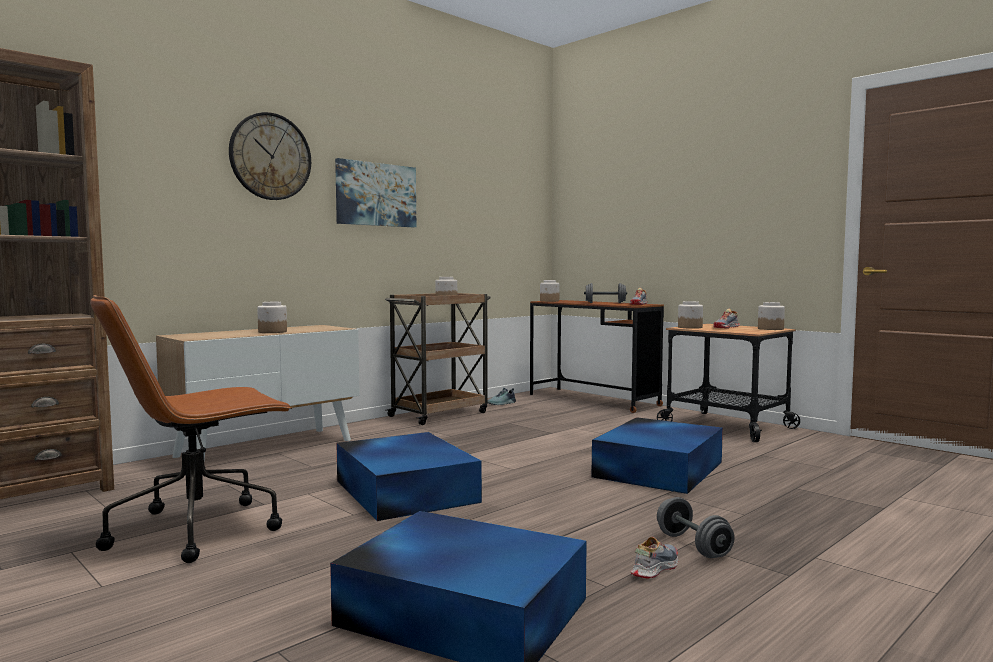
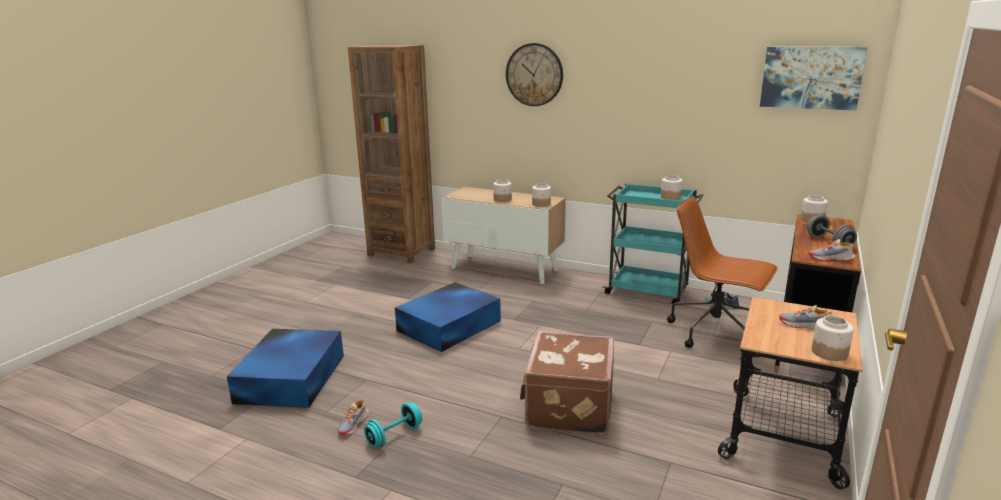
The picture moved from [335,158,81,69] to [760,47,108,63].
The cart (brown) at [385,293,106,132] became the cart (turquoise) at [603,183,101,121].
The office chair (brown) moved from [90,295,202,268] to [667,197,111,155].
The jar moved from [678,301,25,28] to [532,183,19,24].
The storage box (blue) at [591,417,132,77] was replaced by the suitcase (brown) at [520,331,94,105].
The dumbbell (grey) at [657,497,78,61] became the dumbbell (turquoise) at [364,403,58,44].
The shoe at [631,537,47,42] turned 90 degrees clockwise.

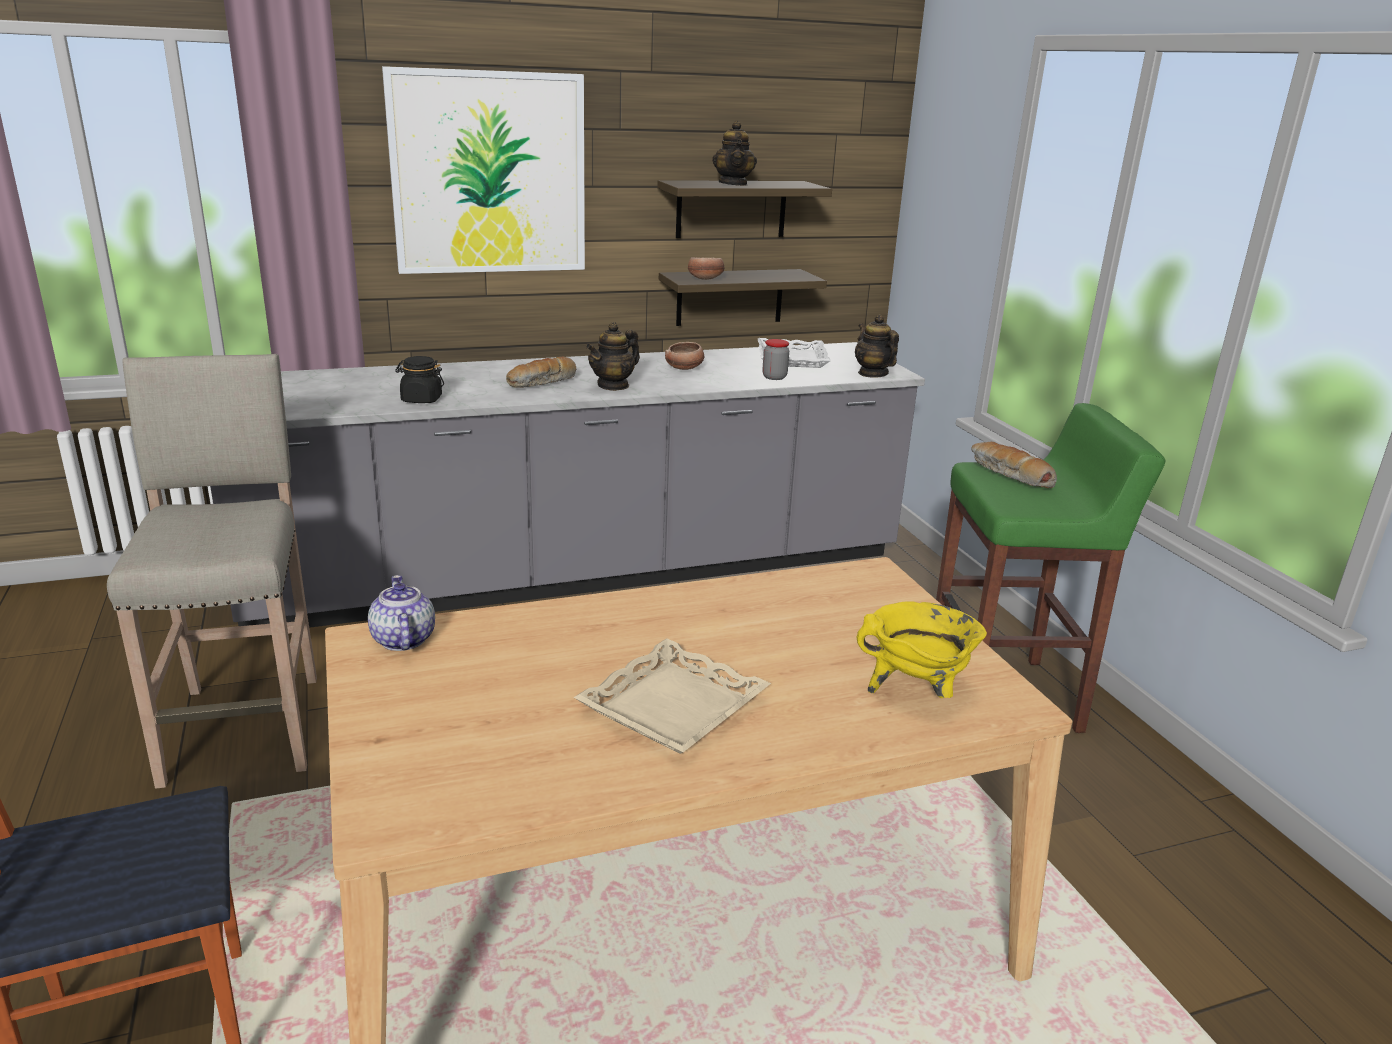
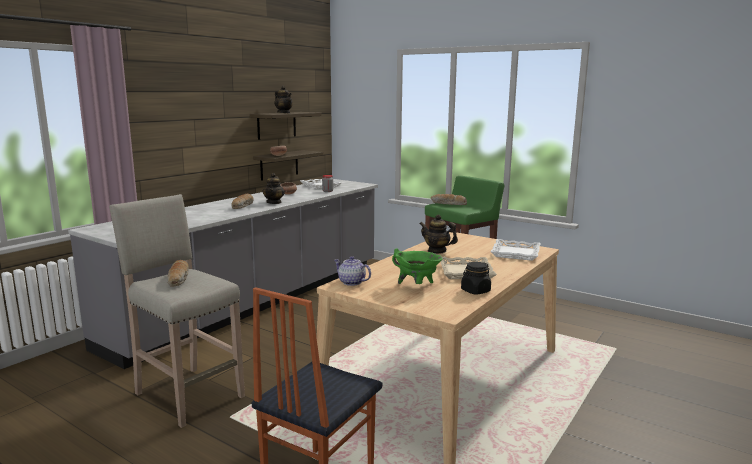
The picture at [382,66,203,208] disappeared.
The teapot moved from [855,314,44,64] to [419,214,39,40].
The jar (black) moved from [395,356,49,47] to [461,262,30,33].
The cooking pot (yellow) at [857,601,130,97] was replaced by the tray (white) at [490,239,51,22].
The cooking pot (green) at [392,248,51,36] appeared.
The bread at [167,260,22,27] appeared.

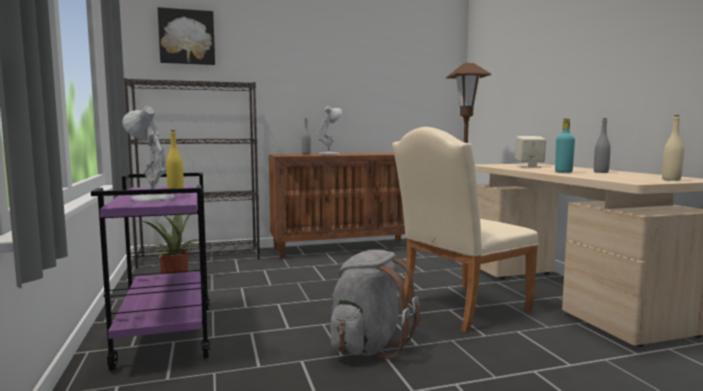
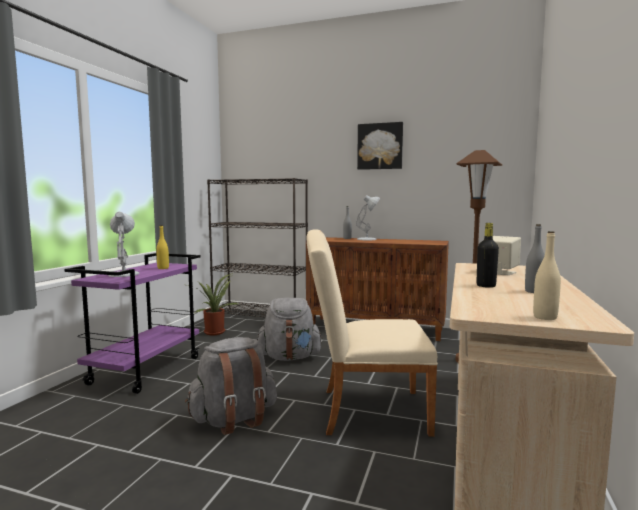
The picture moved from [158,7,57,58] to [357,122,46,48].
The bottle (turquoise) at [555,118,20,55] became the bottle (black) at [476,223,23,65].
The backpack (grey) at [257,298,66,63] appeared.

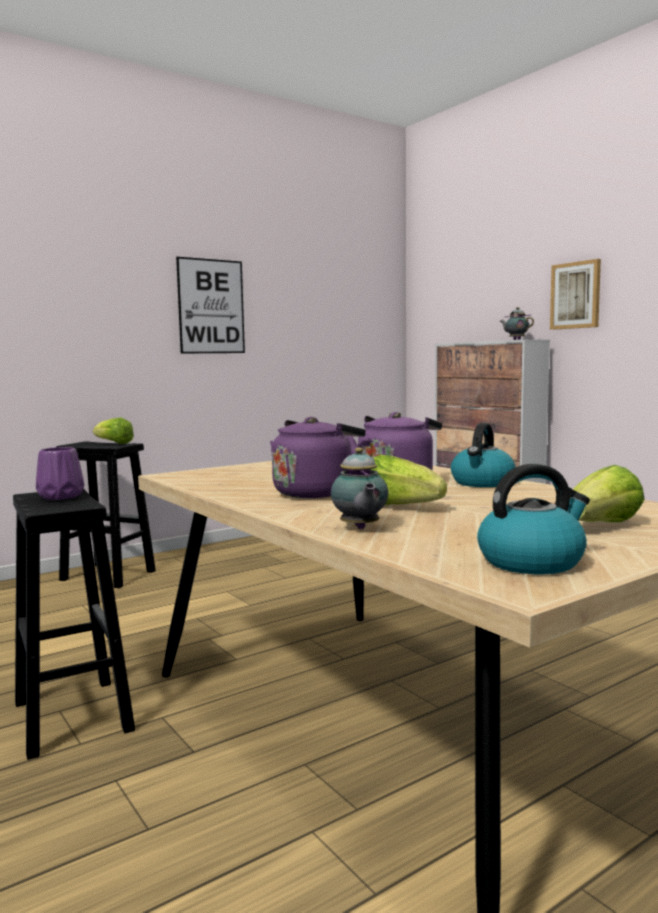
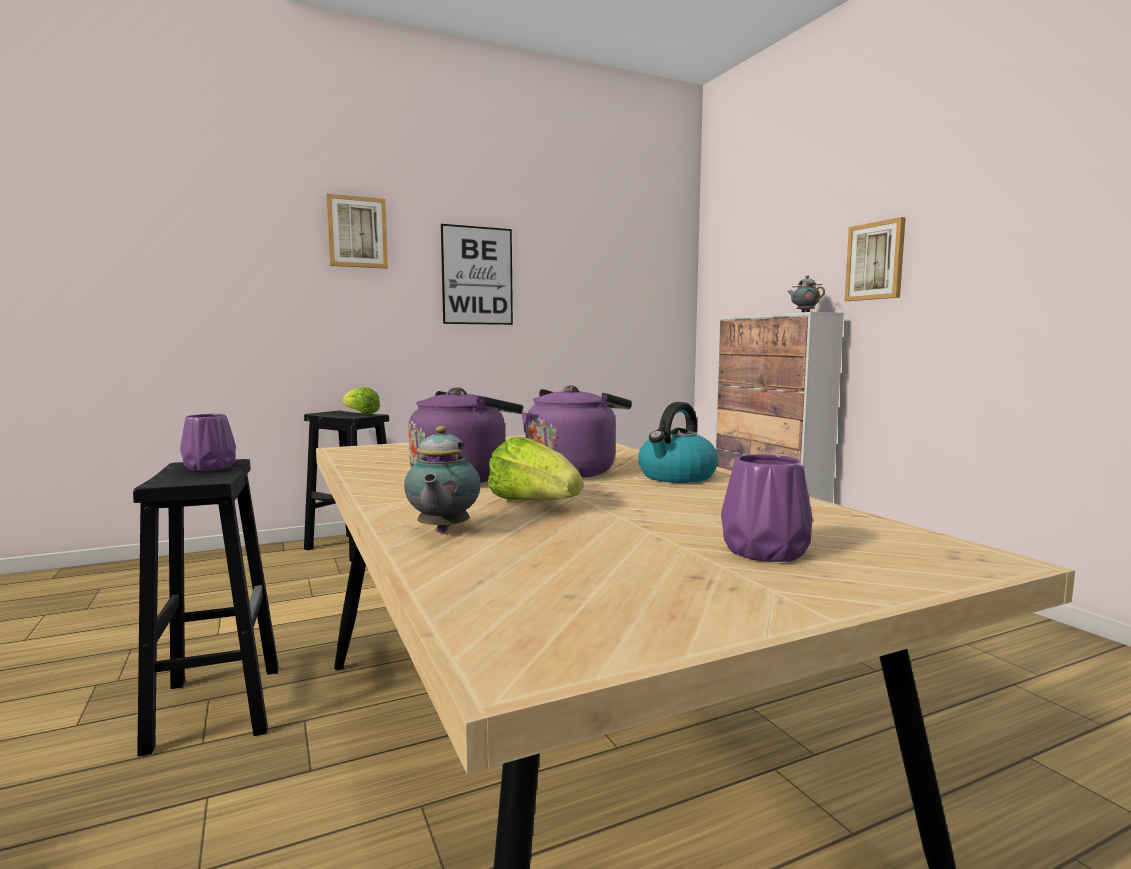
The kettle at [477,464,113,110] disappeared.
The lettuce at [573,465,72,57] was replaced by the vase (purple) at [721,454,91,108].
The picture at [326,194,62,74] appeared.

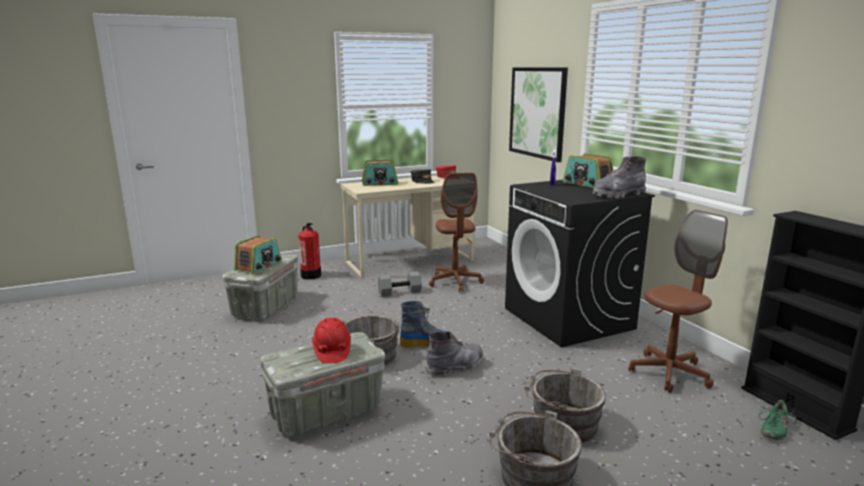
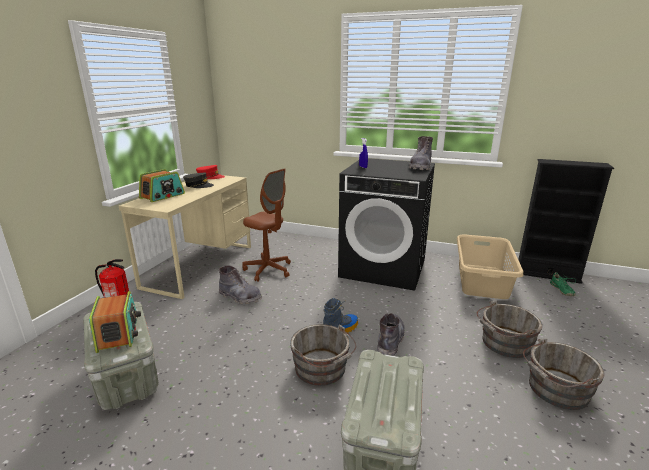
The picture at [509,67,59,95] disappeared.
The radio at [563,153,50,35] disappeared.
The office chair (brown) at [629,210,99,183] was replaced by the laundry basket (beige) at [457,234,66,65].
The dumbbell (grey) at [378,271,44,25] was replaced by the boot (grey) at [219,266,43,38].
The hard hat (red) at [312,318,39,46] disappeared.

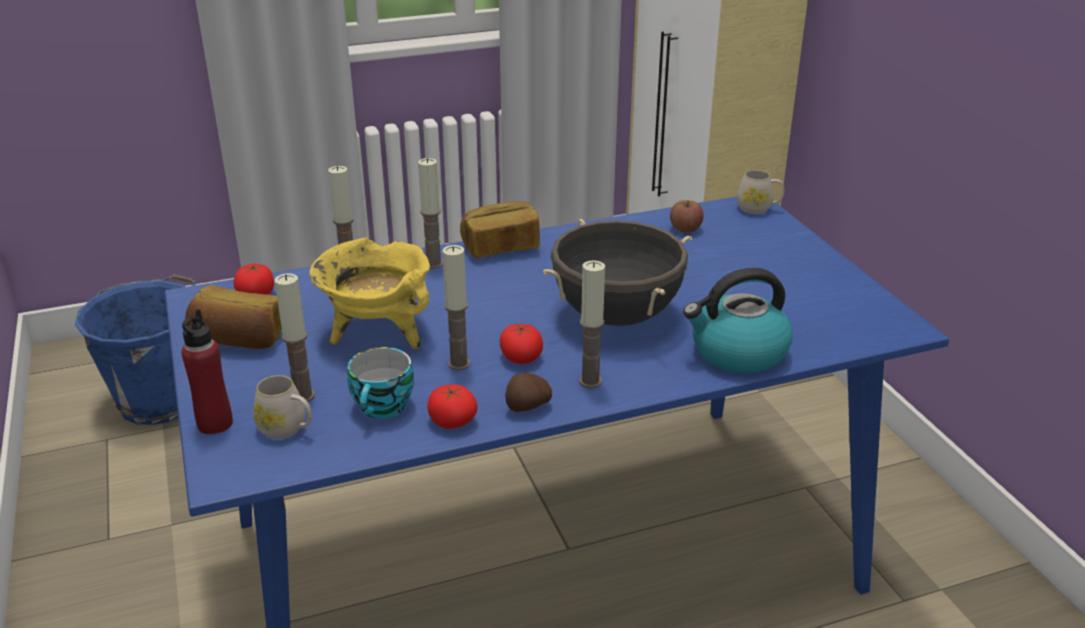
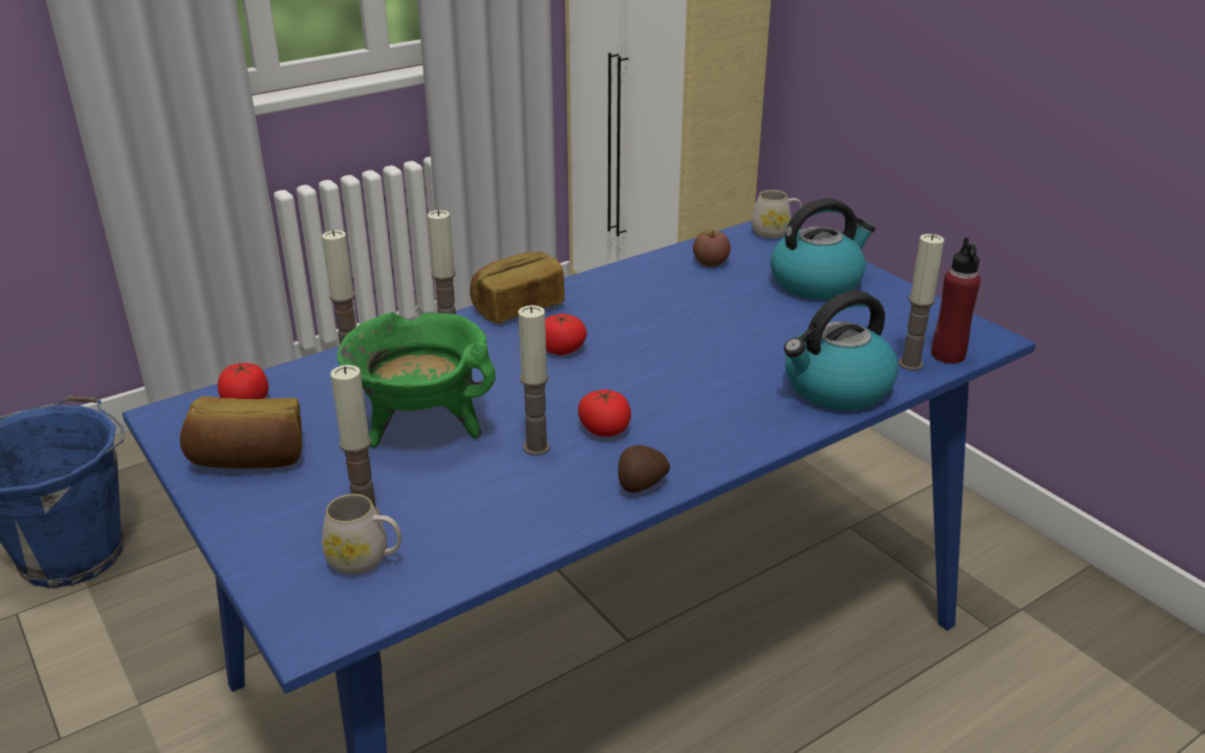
The cooking pot (black) at [542,219,150,107] disappeared.
The cooking pot (yellow) at [310,238,120,111] became the cooking pot (green) at [337,312,159,135].
The candle moved from [579,260,26,128] to [899,234,45,137].
The bottle (red) moved from [181,309,52,125] to [931,237,50,127].
The cup at [347,347,67,72] disappeared.
The tomato moved from [427,384,51,45] to [545,314,42,41].
The kettle at [770,198,106,102] appeared.

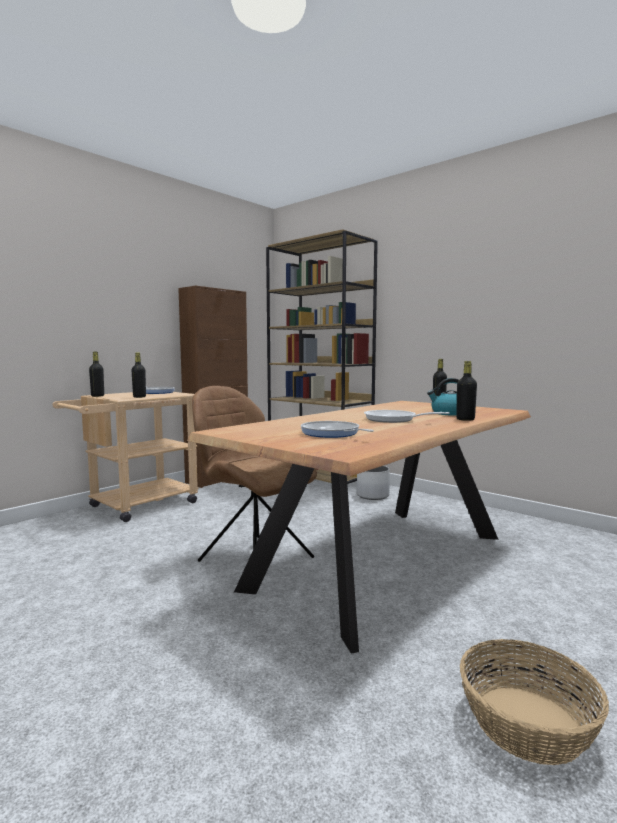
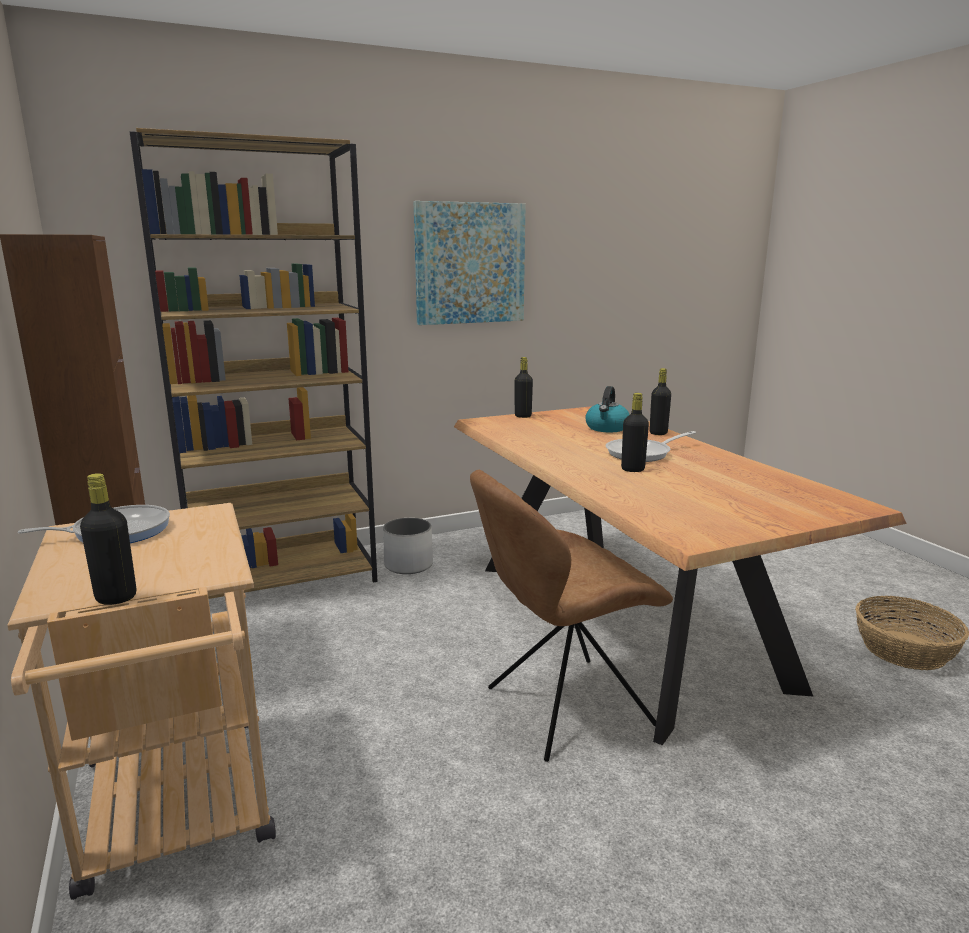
The bottle (black) moved from [131,352,15,46] to [621,393,28,79].
The frying pan at [301,421,73,17] disappeared.
The picture at [413,201,113,124] appeared.

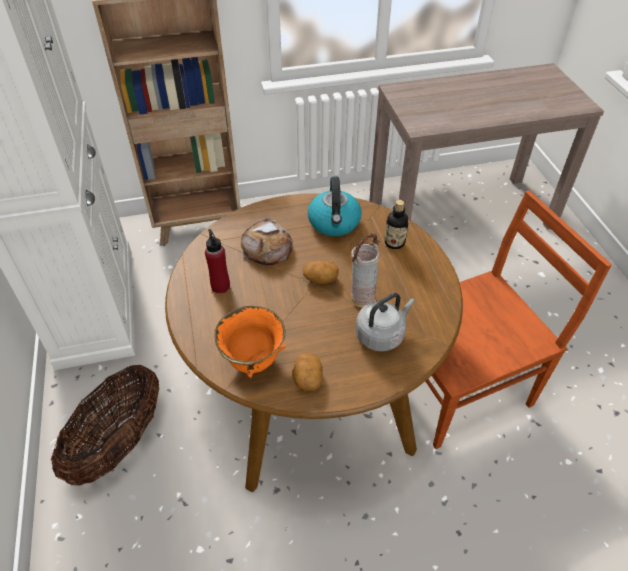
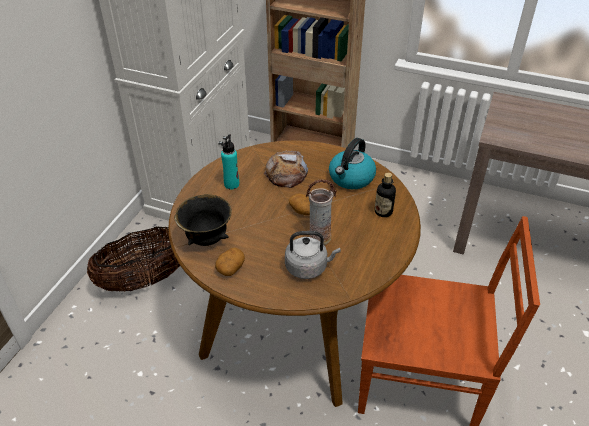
The bottle (red) at [205,229,25,64] became the bottle (turquoise) at [221,134,18,55].
The bowl (orange) at [214,306,72,73] became the bowl (black) at [174,194,58,52].

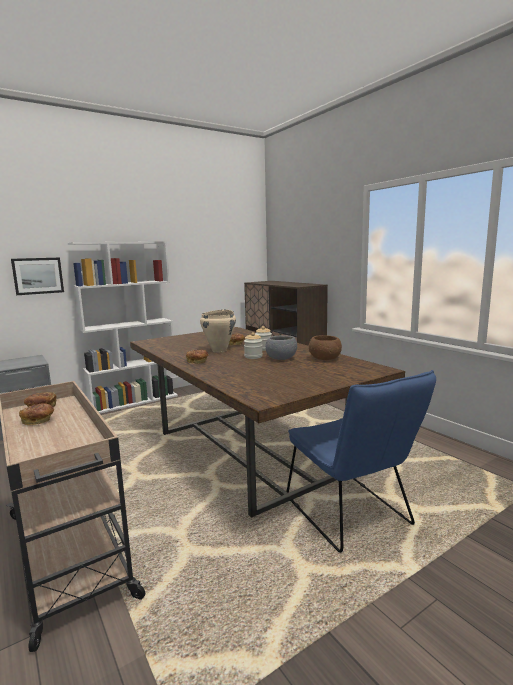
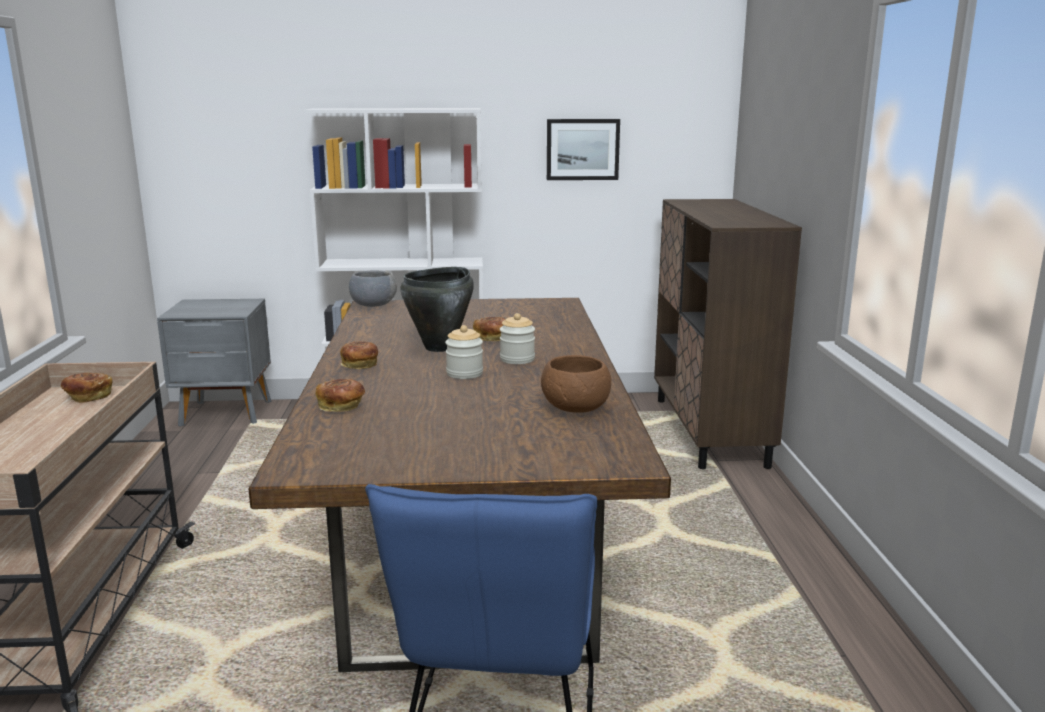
The picture moved from [11,258,53,37] to [547,119,73,61].
The cooking pot (beige) at [200,309,36,43] became the cooking pot (black) at [400,267,74,85].
The bowl (grey) moved from [265,335,32,25] to [349,270,48,37].
The bread moved from [19,403,35,22] to [315,379,50,33].

